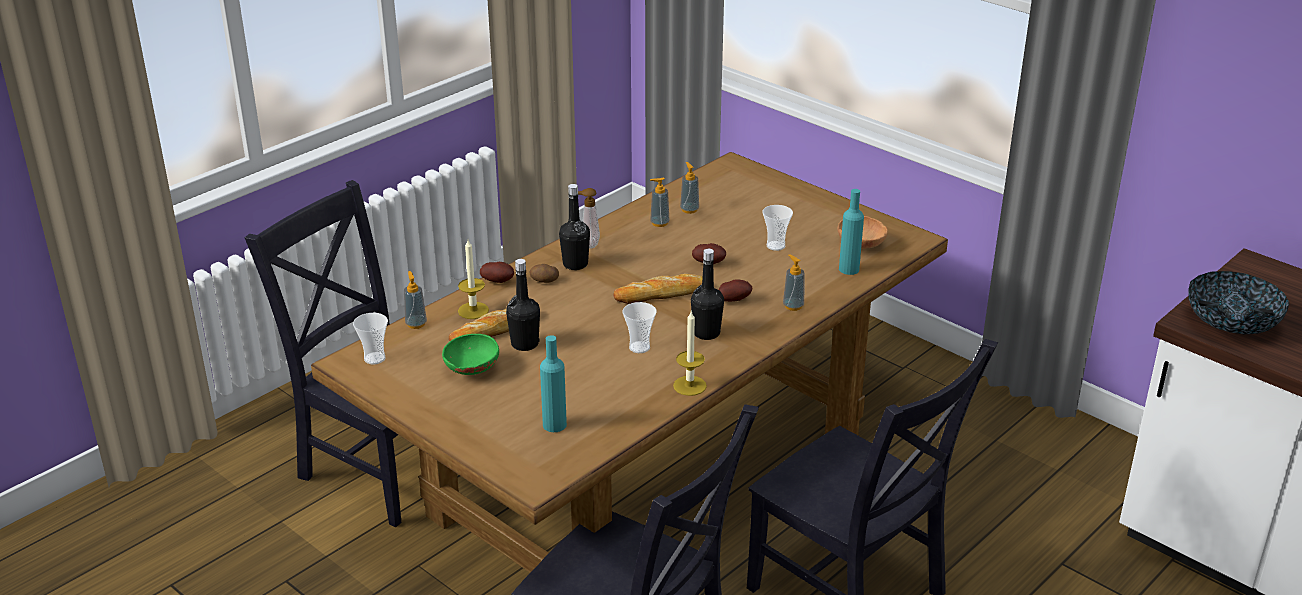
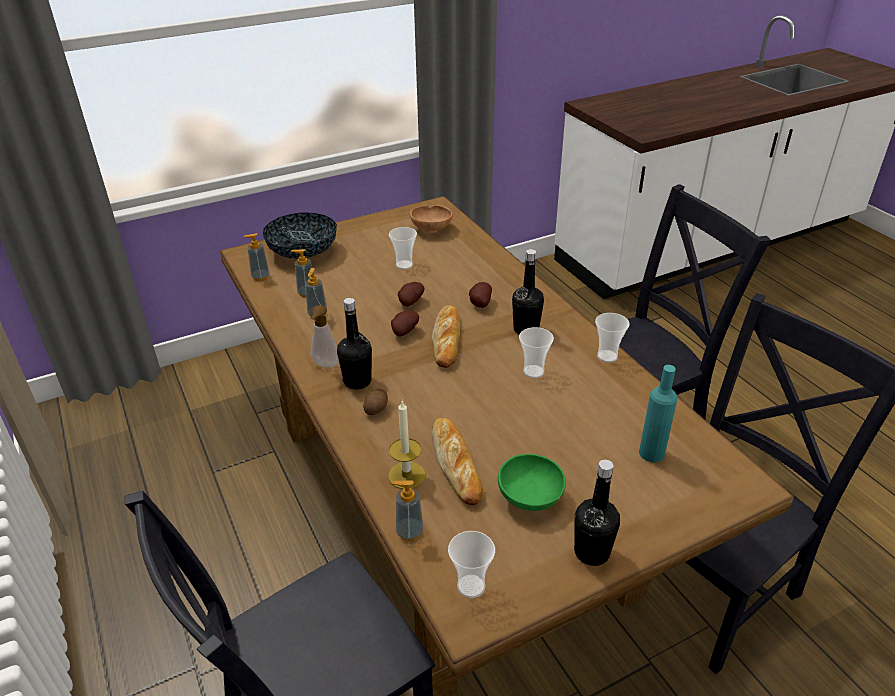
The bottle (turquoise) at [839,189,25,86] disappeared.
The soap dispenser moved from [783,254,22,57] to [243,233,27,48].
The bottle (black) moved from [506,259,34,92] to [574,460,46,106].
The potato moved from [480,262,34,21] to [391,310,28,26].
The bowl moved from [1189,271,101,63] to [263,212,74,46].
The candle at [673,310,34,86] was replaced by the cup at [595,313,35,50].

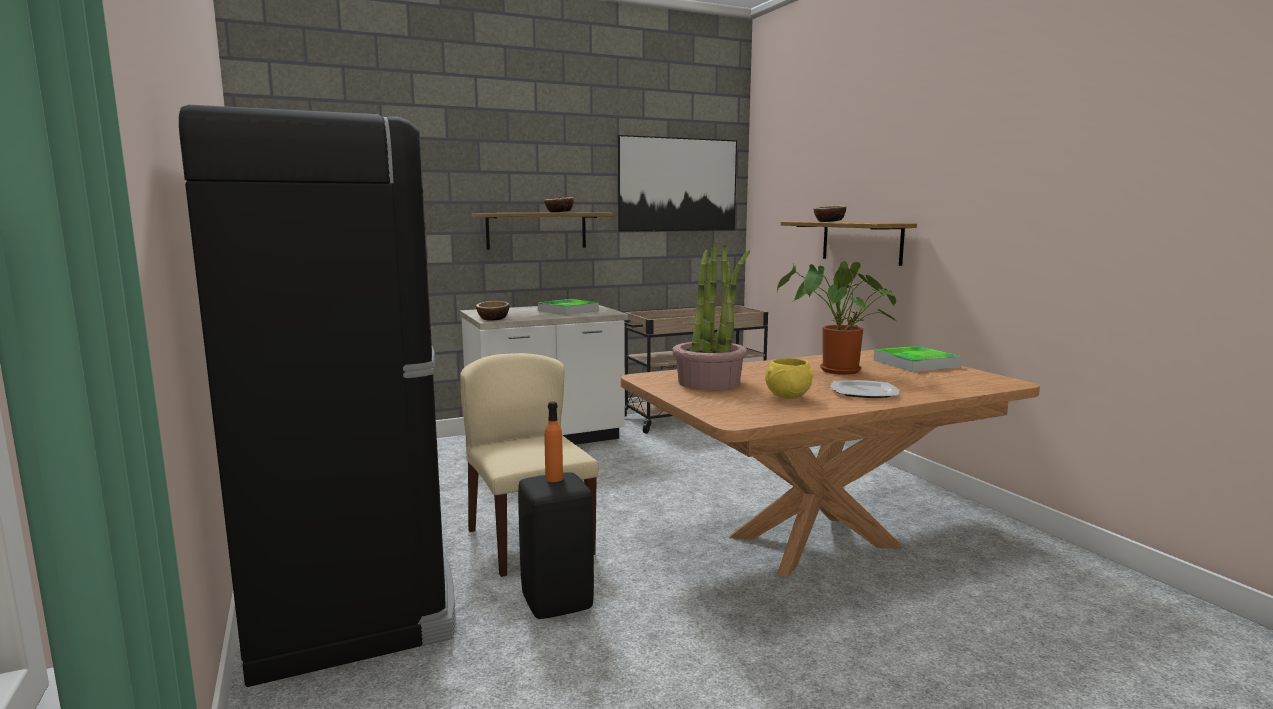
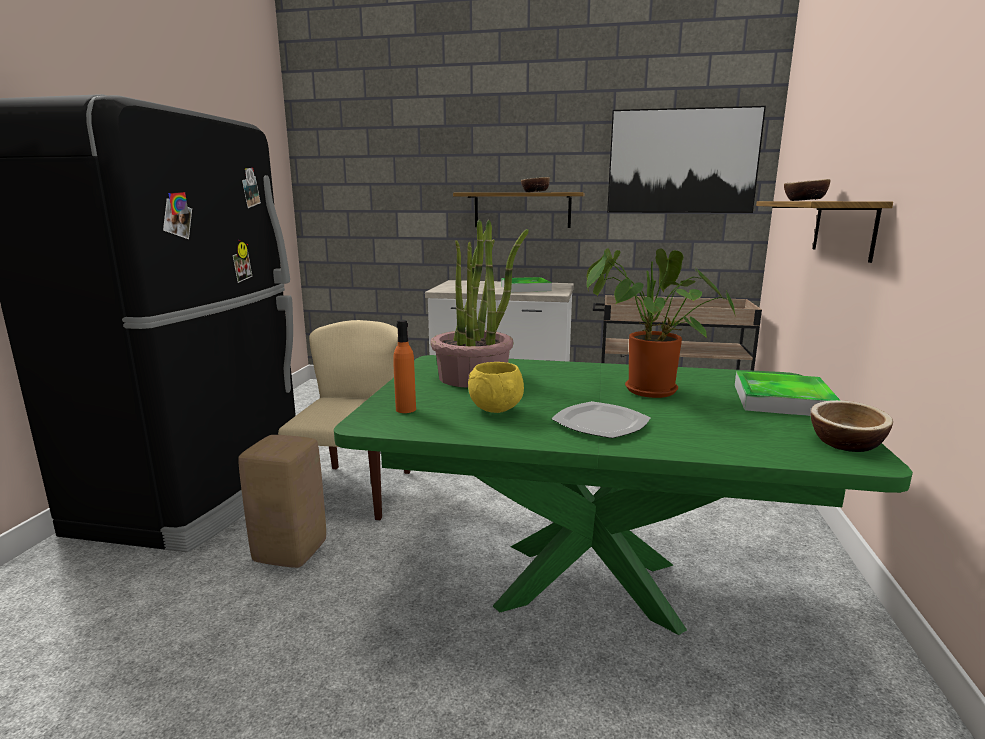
The bowl moved from [476,301,33,20] to [811,400,82,52].
The dining table (brown) at [621,350,419,227] became the dining table (green) at [334,355,579,280].
The bottle (orange) moved from [545,402,18,80] to [393,320,23,93].
The stool (black) at [518,472,76,147] became the stool (beige) at [238,435,88,133].

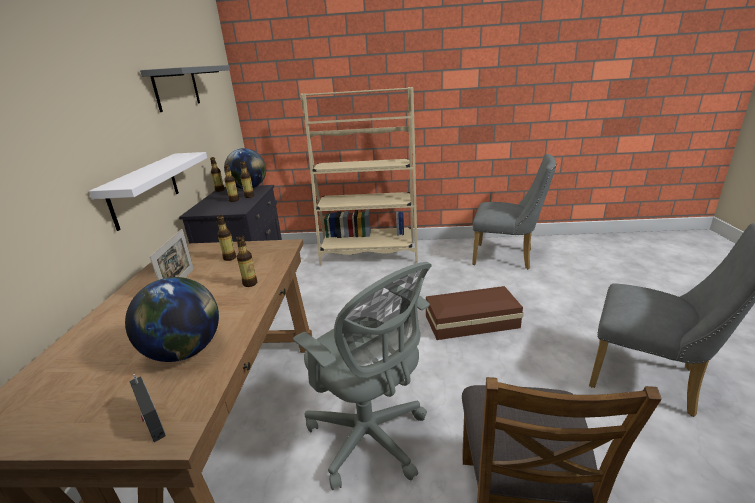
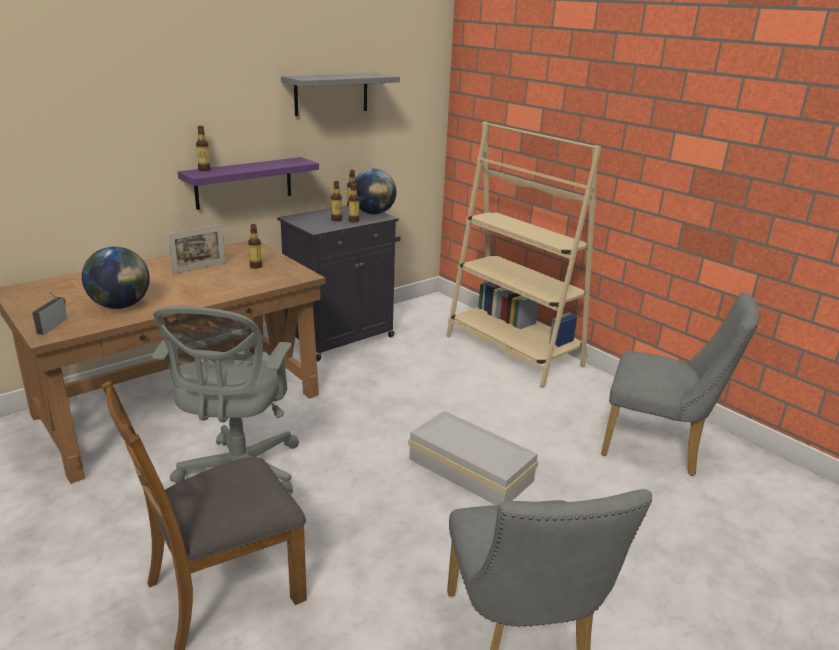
The shelf (white) at [89,152,118,79] became the shelf (purple) at [178,157,141,53].
The chair (grey) at [472,154,84,115] turned 45 degrees counterclockwise.
The bottle moved from [237,236,20,51] to [196,126,15,45].
The storage box (brown) at [426,286,98,54] became the storage box (white) at [408,411,130,94].

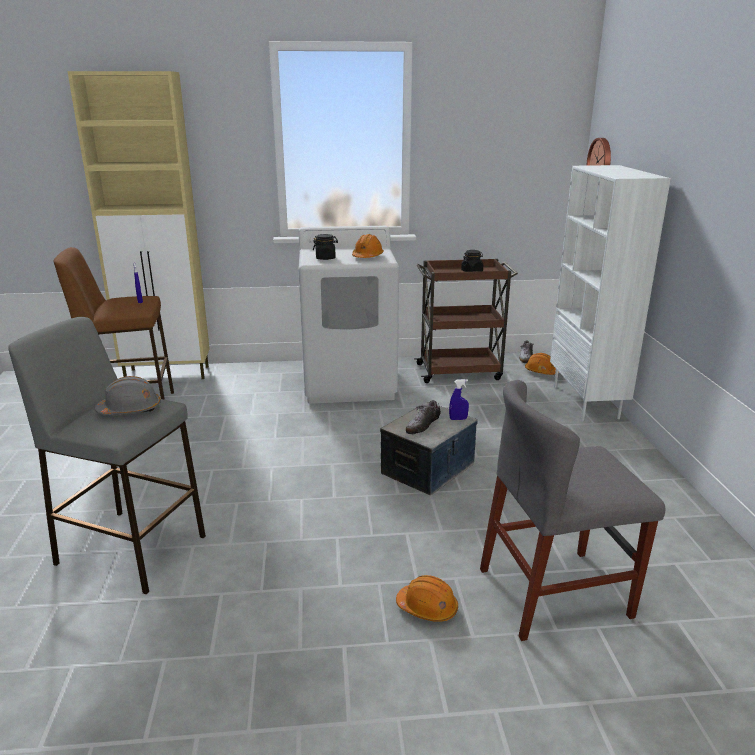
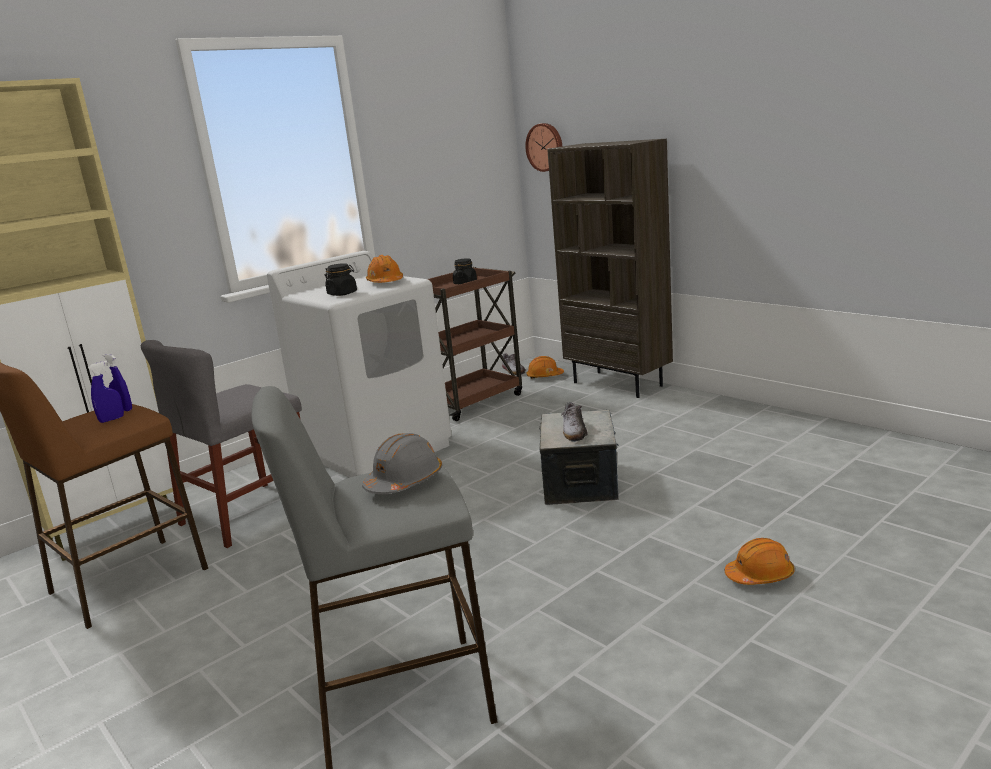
The bookcase (white) at [550,165,121,256] became the bookcase (brown) at [547,139,126,259].
The spray bottle (blue) moved from [449,379,20,41] to [88,361,36,62].
The chair (grey) moved from [480,380,185,261] to [141,340,161,208].

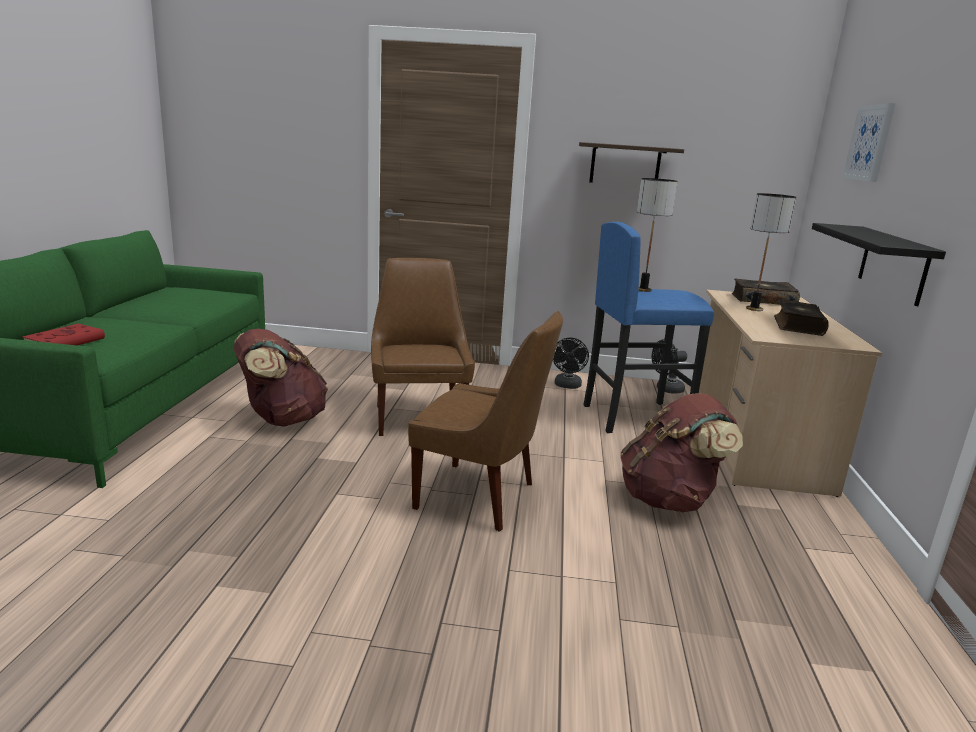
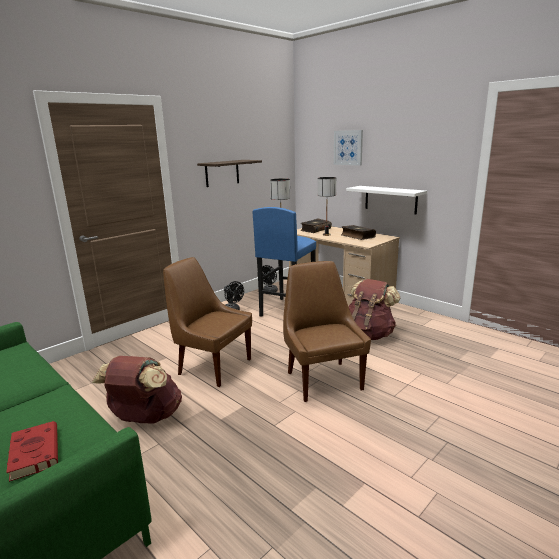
The shelf (black) at [812,223,134,83] became the shelf (white) at [346,186,81,29].
The chair (brown) at [408,311,155,221] turned 75 degrees counterclockwise.

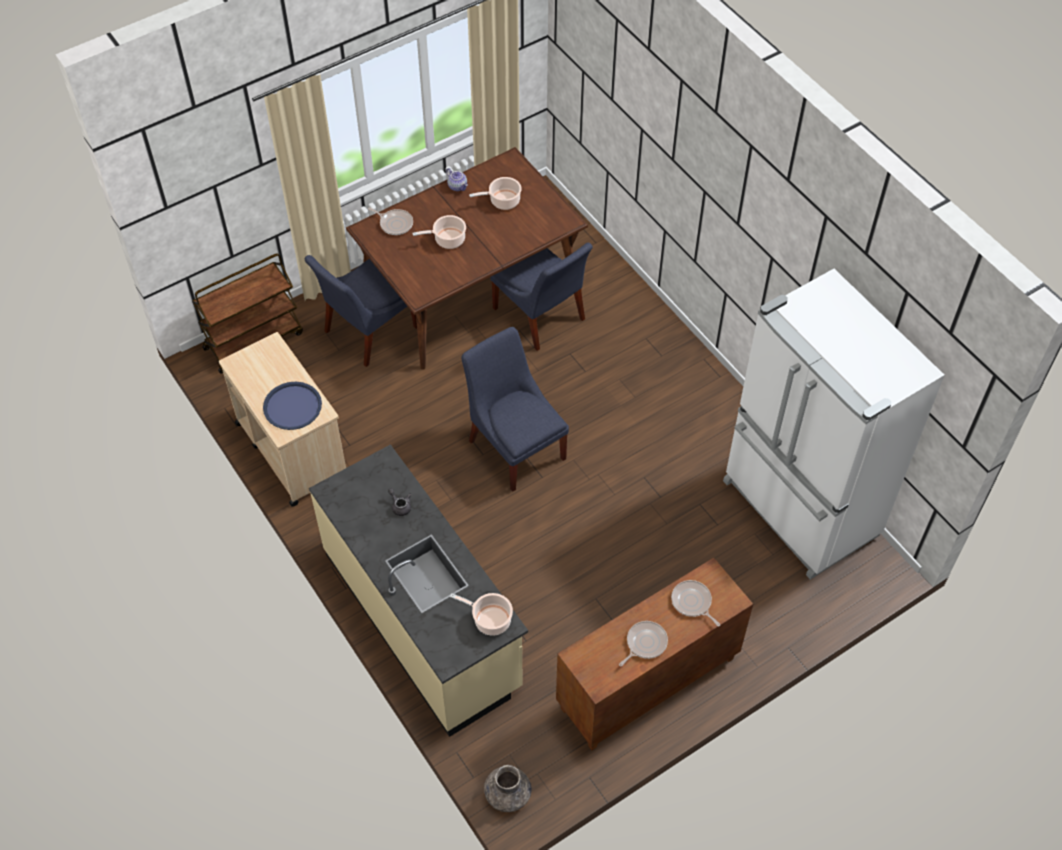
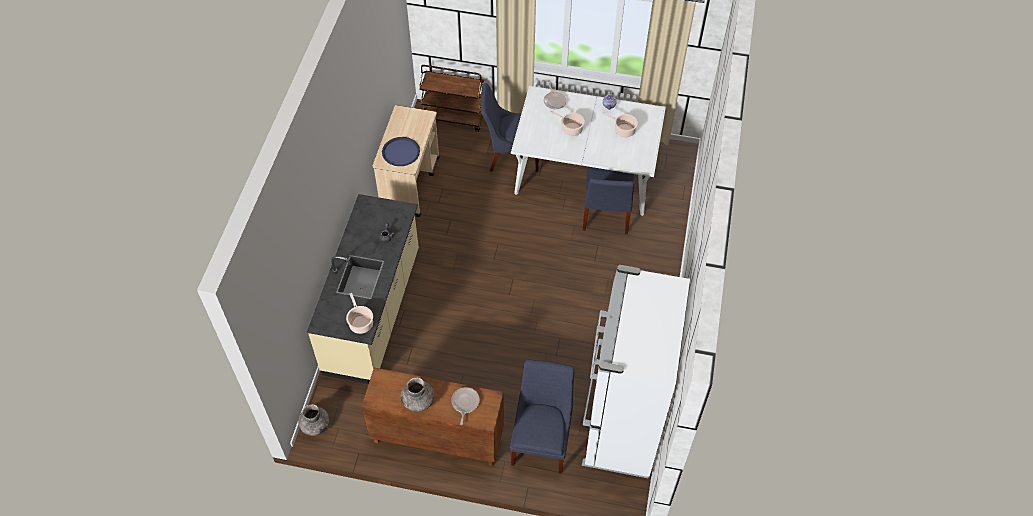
The dining table (brown) at [346,147,242,223] became the dining table (white) at [511,86,155,130].
The chair (blue) moved from [461,327,108,165] to [510,360,65,114].
The frying pan at [619,621,49,46] was replaced by the vase (grey) at [401,377,34,35].

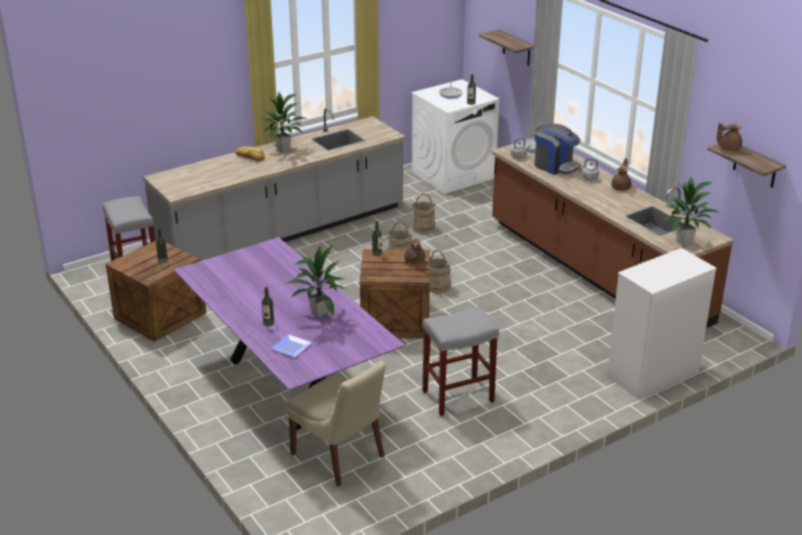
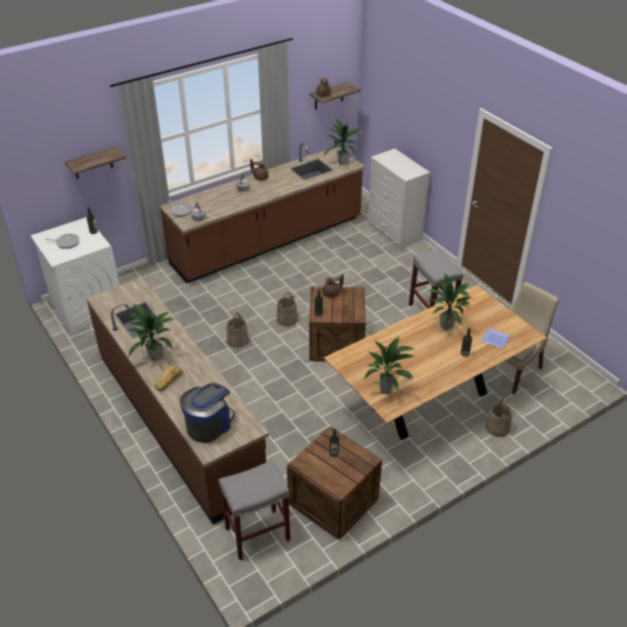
The counter (grey) at [143,107,263,154] became the counter (brown) at [86,277,183,247].
The coffee machine moved from [534,124,46,51] to [180,383,55,60].
The bucket (beige) moved from [411,194,25,40] to [485,399,28,38].
The dining table (purple) at [173,237,232,193] became the dining table (brown) at [324,286,223,154].
The potted plant at [364,336,51,58] appeared.

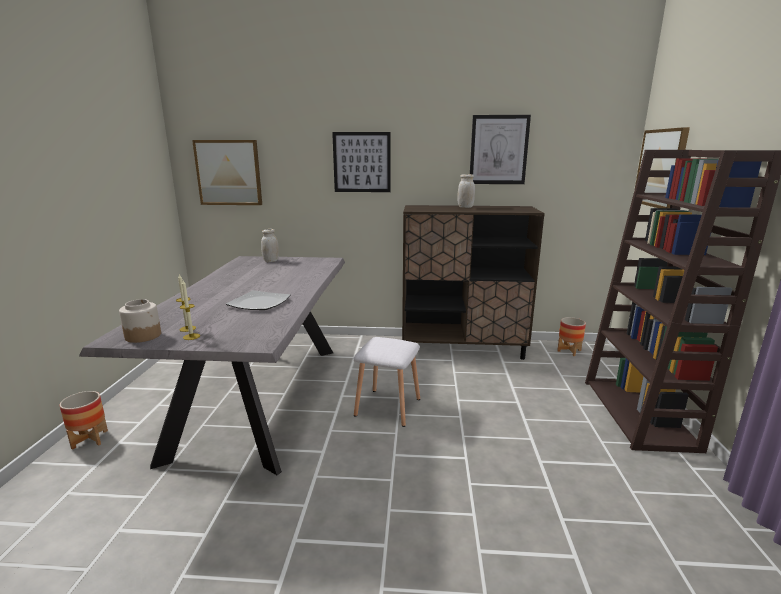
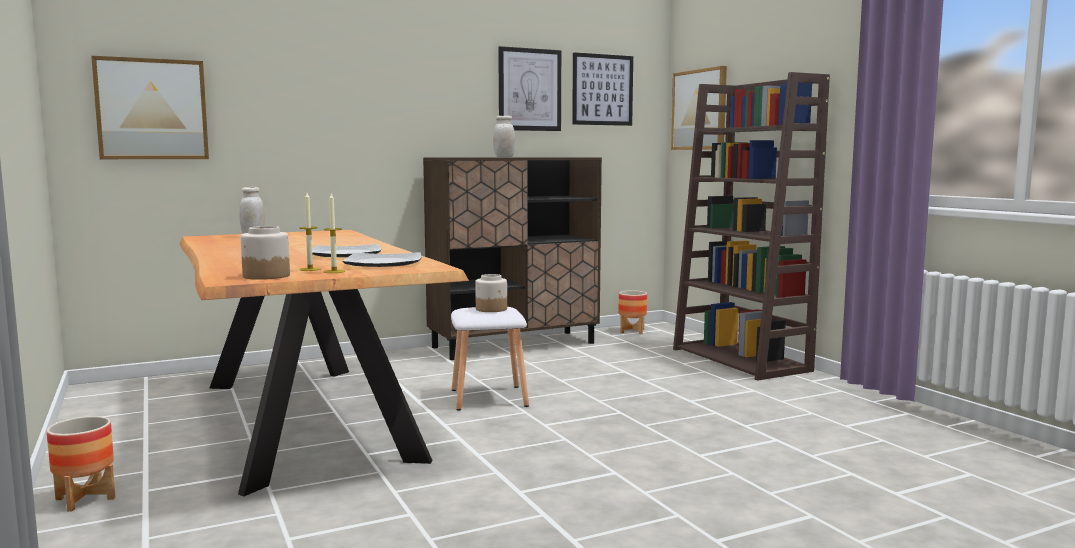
The picture moved from [332,132,58,60] to [572,52,61,74].
The dining table (grey) at [79,256,266,219] became the dining table (brown) at [180,230,289,266].
The plate at [342,252,80,15] appeared.
The jar at [475,274,32,38] appeared.

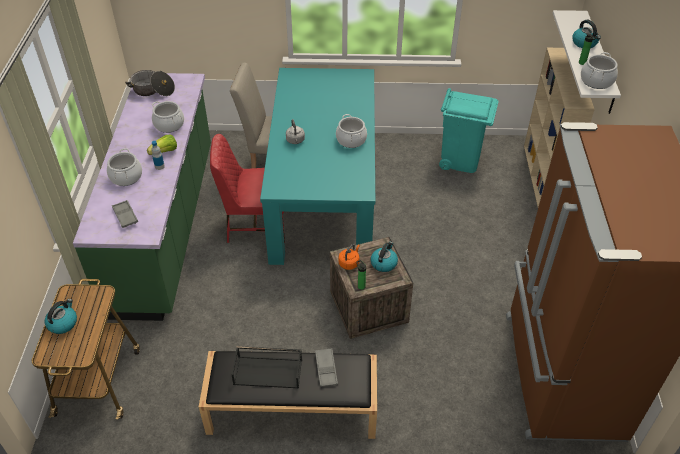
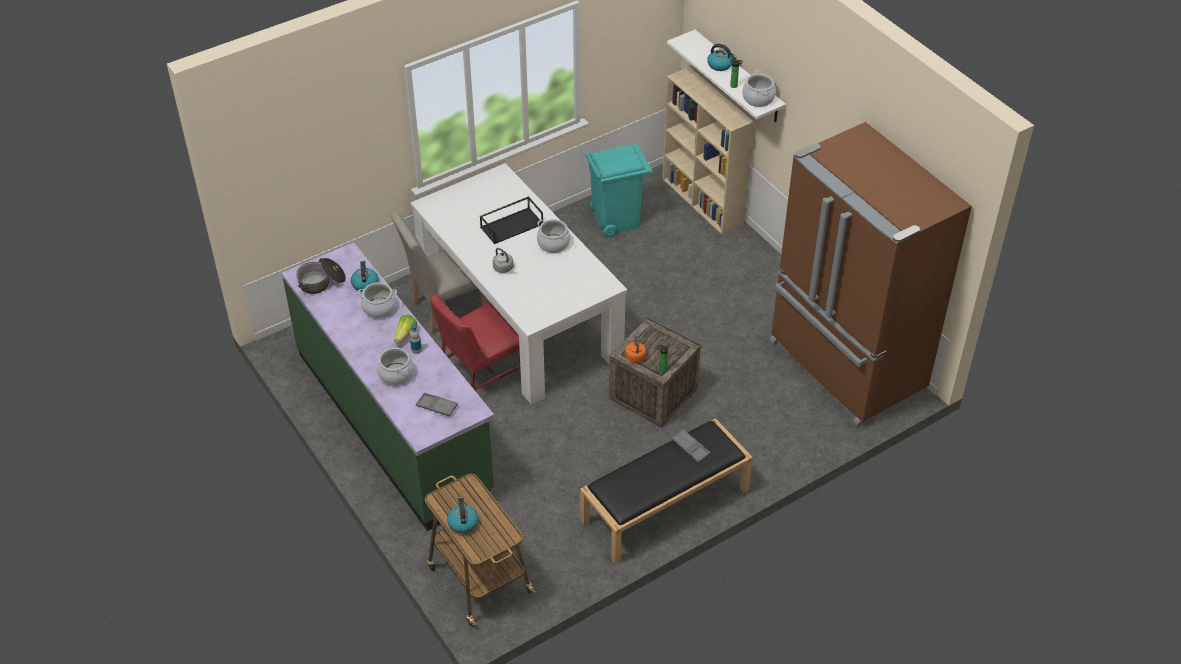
The dining table (turquoise) at [260,68,115,197] became the dining table (white) at [411,163,216,241].
The kettle moved from [371,242,27,30] to [351,261,28,31].
The tray (black) moved from [231,346,71,42] to [480,196,63,48].

